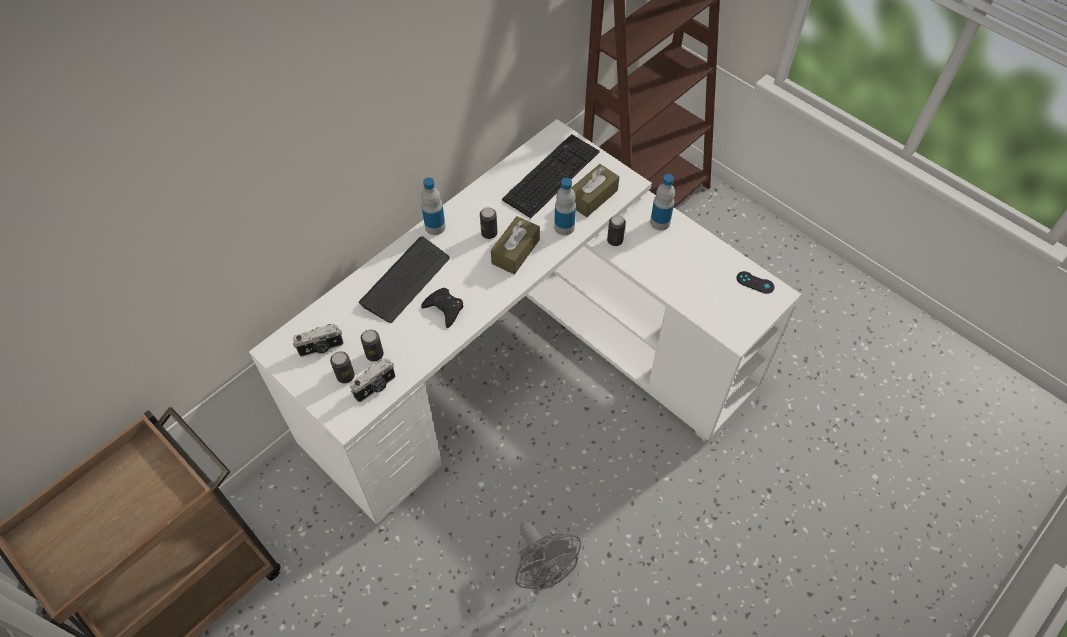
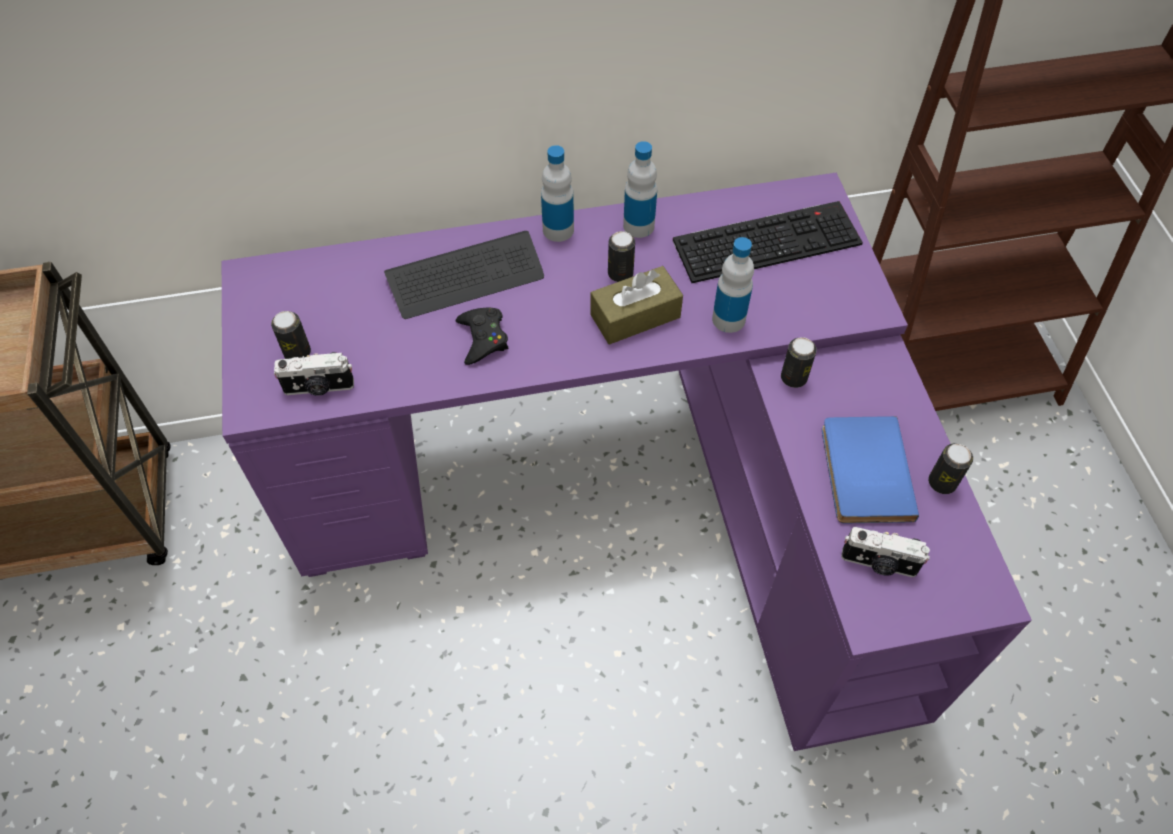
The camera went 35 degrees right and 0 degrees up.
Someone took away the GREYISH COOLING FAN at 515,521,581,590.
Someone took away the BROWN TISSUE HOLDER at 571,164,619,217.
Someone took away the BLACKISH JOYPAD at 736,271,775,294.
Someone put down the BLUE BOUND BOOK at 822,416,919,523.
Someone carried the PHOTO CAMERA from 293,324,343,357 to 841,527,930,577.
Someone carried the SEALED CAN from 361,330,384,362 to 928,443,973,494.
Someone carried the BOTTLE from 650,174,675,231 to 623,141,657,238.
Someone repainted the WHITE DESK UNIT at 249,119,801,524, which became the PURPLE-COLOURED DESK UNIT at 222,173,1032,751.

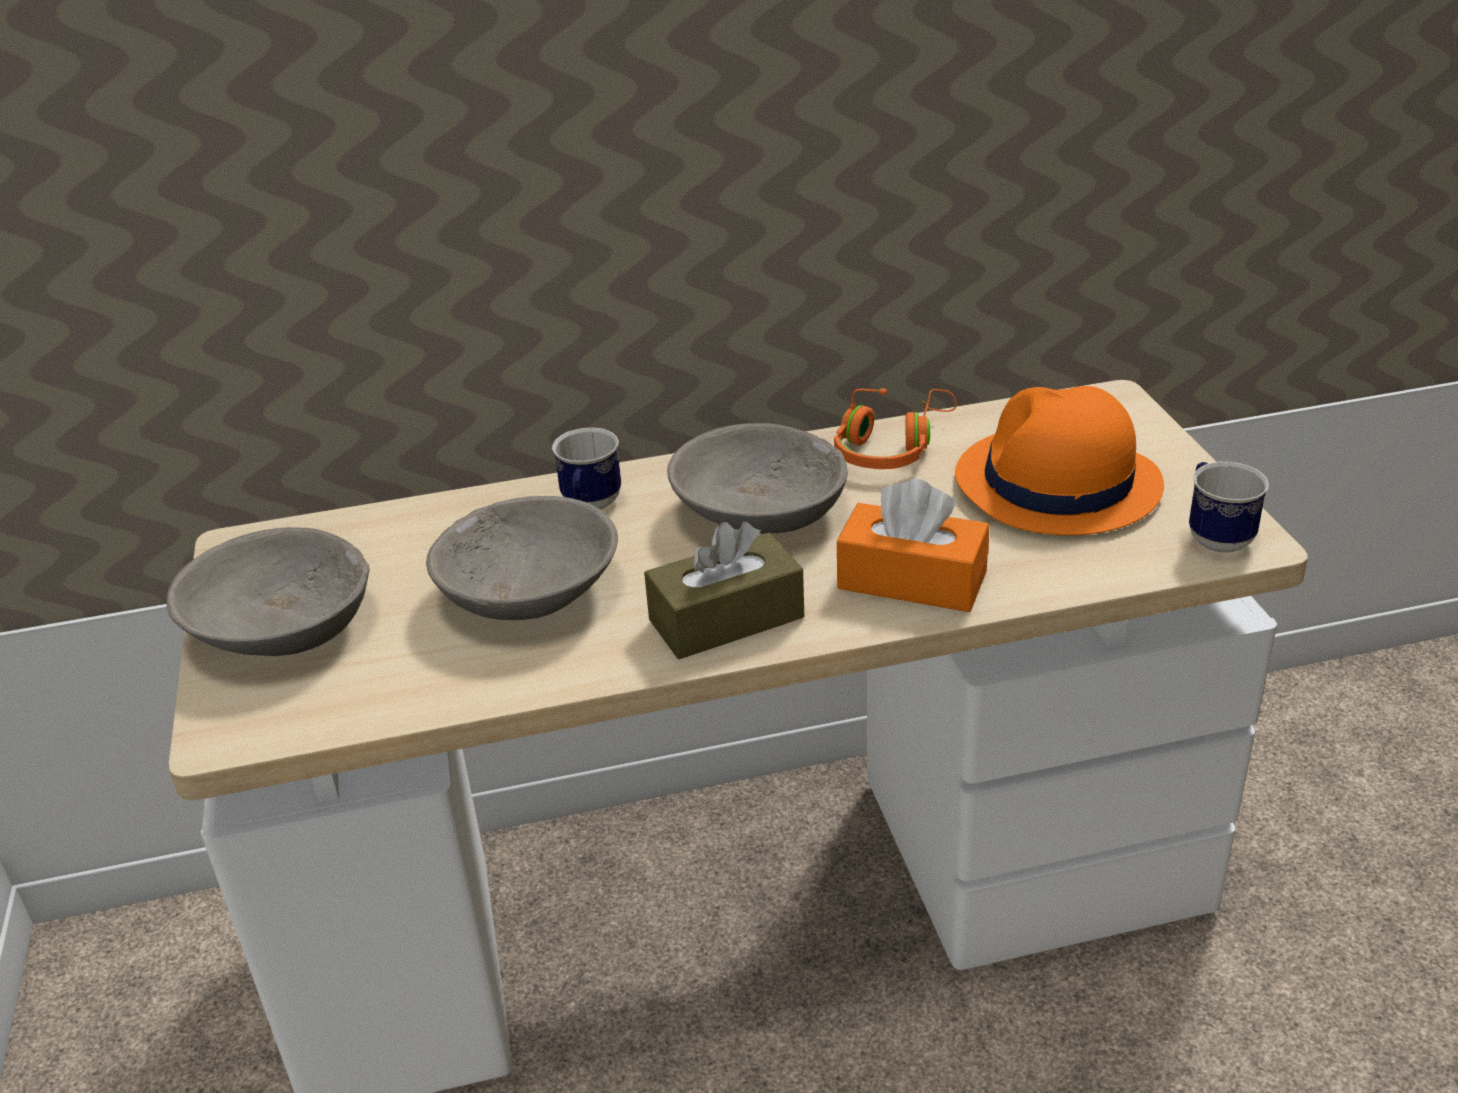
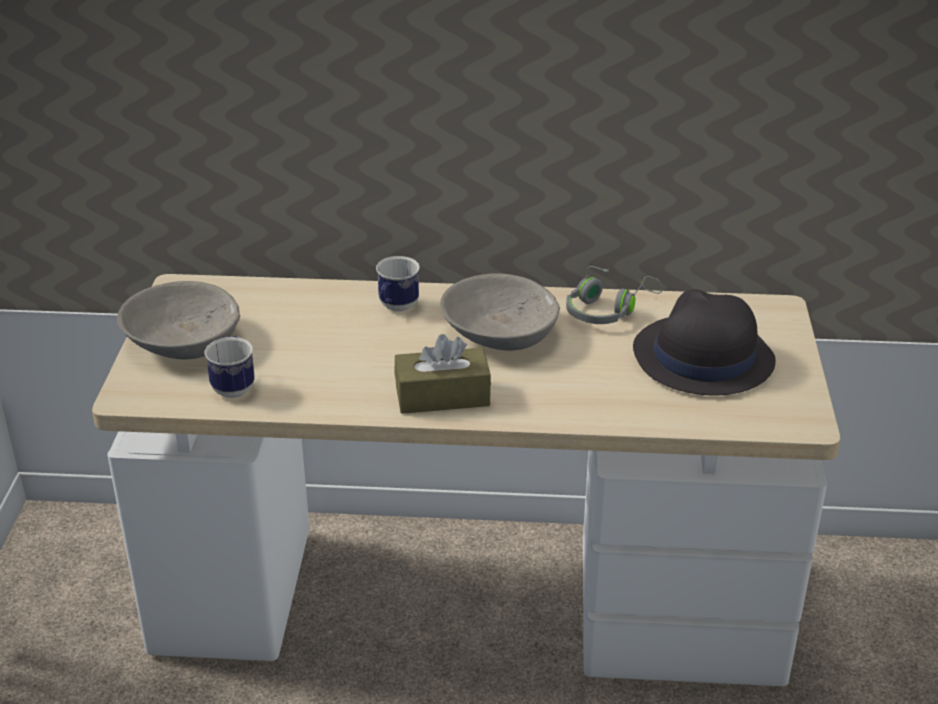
The camera went 15 degrees right and 0 degrees up.
Someone took away the GREYISH BOWL at 426,496,618,620.
Someone took away the ORANGE TISSUE HOLDER at 837,479,989,612.
Someone carried the TEA MUG from 1189,462,1269,553 to 204,336,255,398.
Someone repainted the ORANGE PAIR OF HEADPHONES at 834,388,957,469, which became the GREYISH PAIR OF HEADPHONES at 566,266,662,324.
Someone repainted the ORANGE WEARABLE HAT at 955,386,1164,535, which became the BLACKISH WEARABLE HAT at 633,289,776,396.

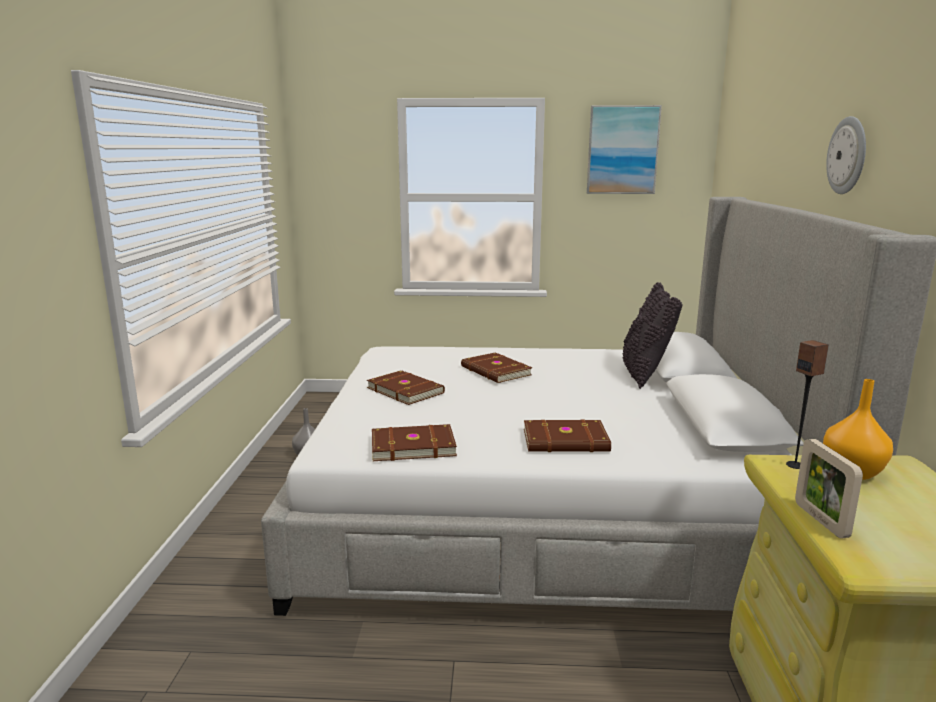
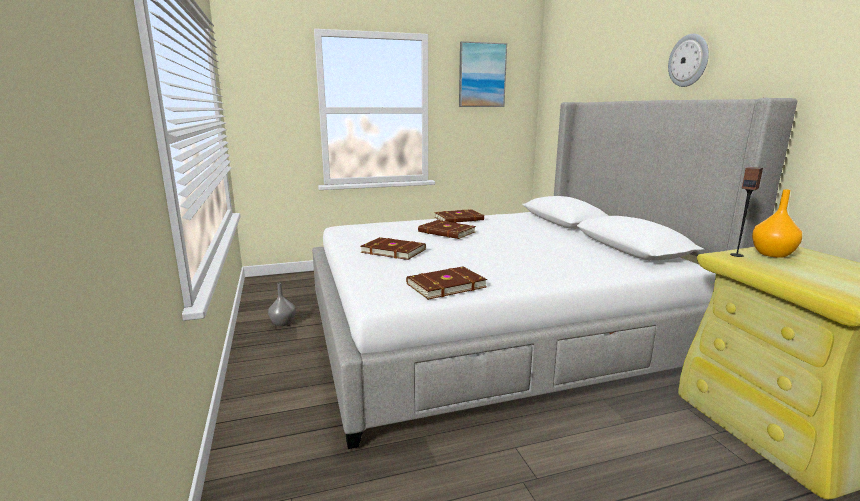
The camera went 20 degrees left and 0 degrees up.
Someone took away the BLACKISH PILLOW at 623,282,683,389.
Someone took away the STANDING FRAME at 795,439,863,538.
Someone carried the BROWN BOUND BOOK from 524,420,611,452 to 435,209,484,223.

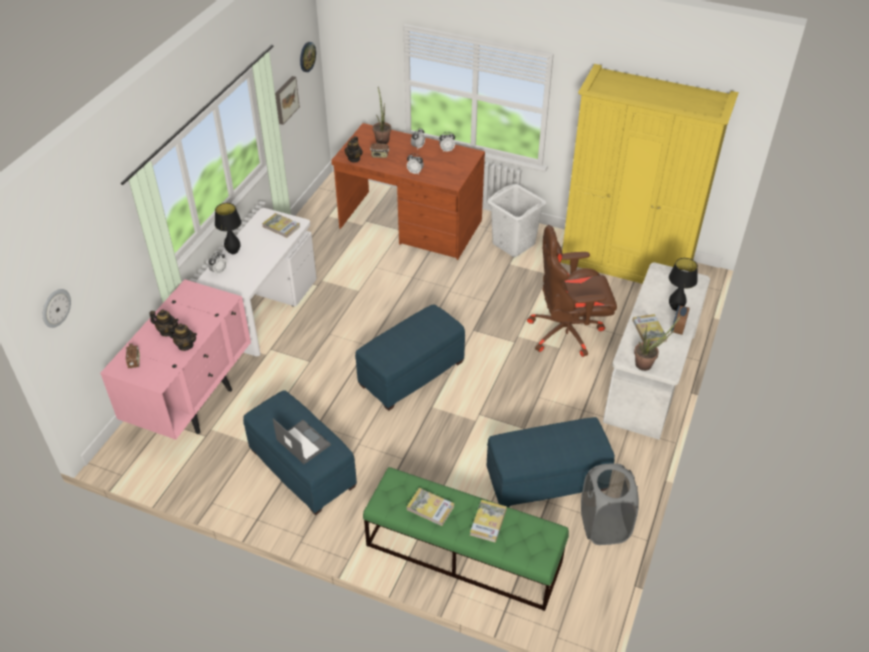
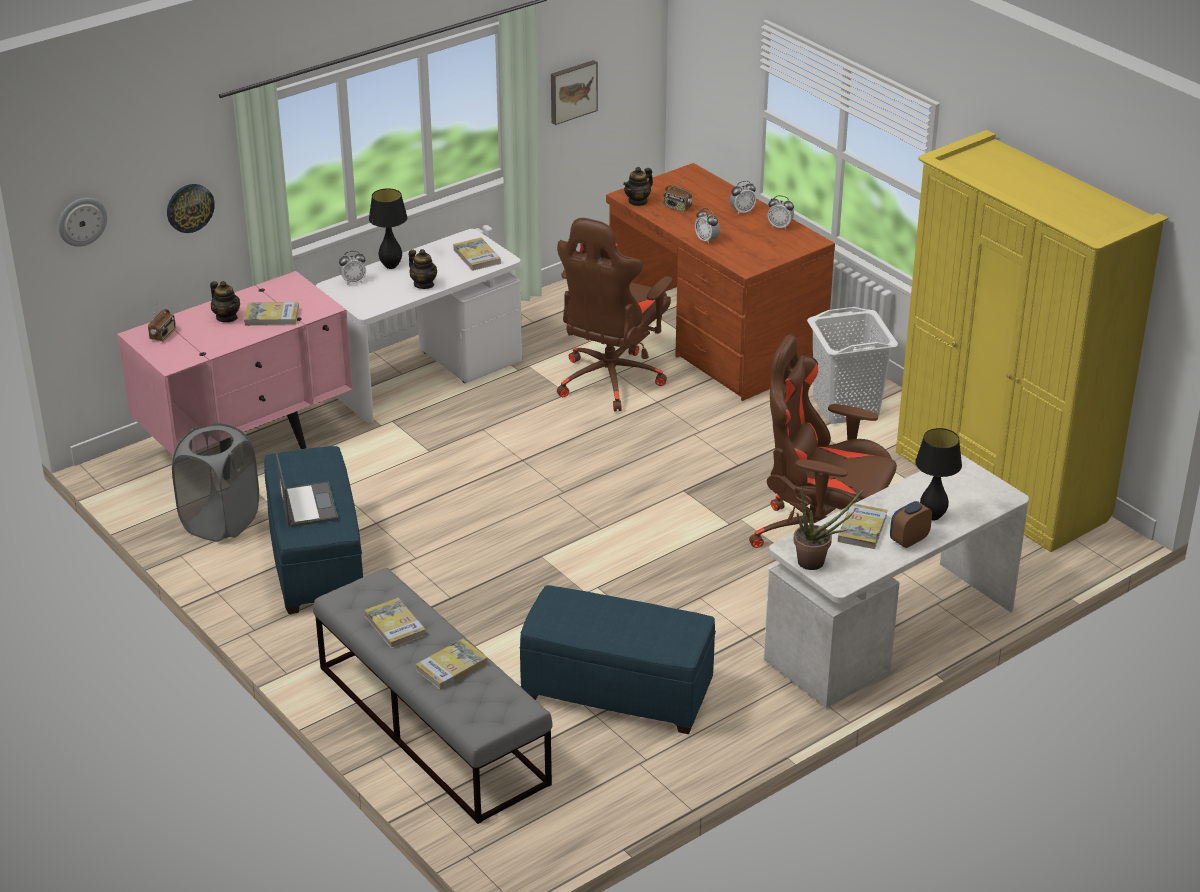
The camera went 30 degrees right and 10 degrees down.
Someone took away the BLUE POUFFE at 355,304,465,411.
Someone took away the HOUSEPLANT at 373,87,391,144.
Someone put down the BOUND BOOK at 244,302,299,326.
Someone put down the BROWN COMPUTER CHAIR at 557,218,673,412.
Someone carried the TEAPOT from 167,323,197,351 to 409,249,437,289.
Someone carried the HANGING CLOCK from 300,42,316,72 to 167,184,215,233.
Someone carried the GREYISH LAUNDRY BASKET from 581,463,639,545 to 172,423,259,542.
Someone repainted the GREENISH LONG SEAT at 363,467,569,611, which became the GREYISH LONG SEAT at 313,568,553,824.

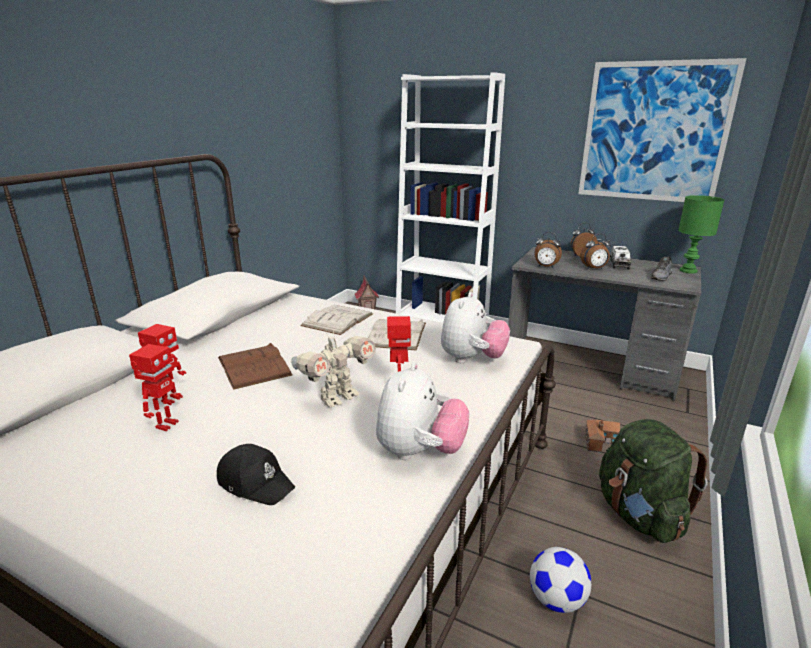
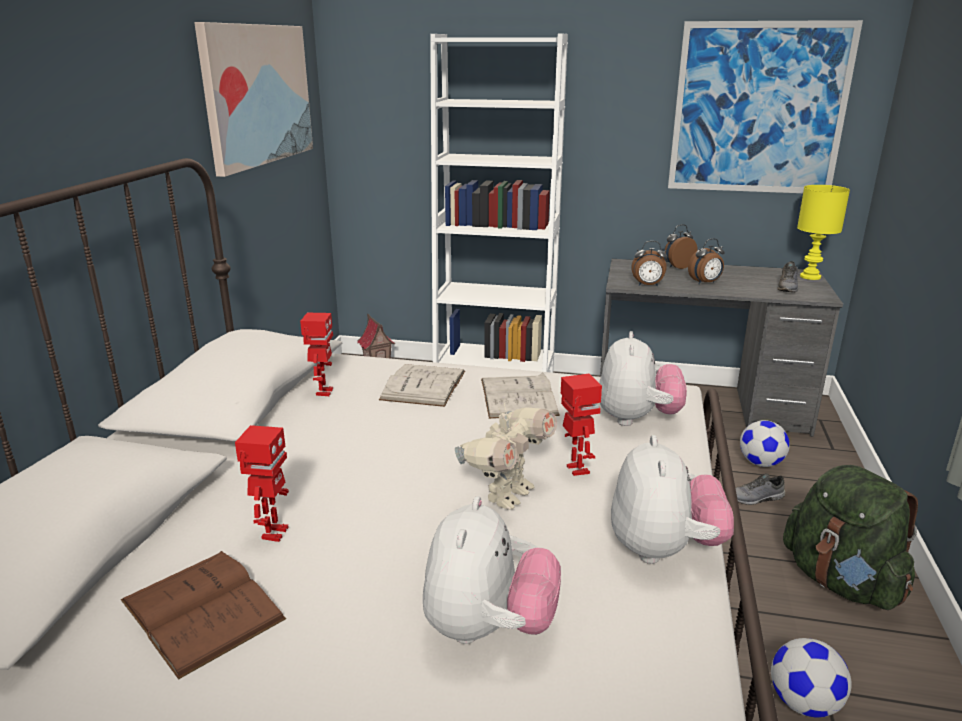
The camera went 15 degrees left and 0 degrees up.
Someone took away the MODEL TRUCK at 610,246,631,270.
Someone put up the PICTURE at 194,22,313,177.
Someone put down the FOOTBALL BALL at 740,420,789,467.
Someone carried the TOY ROBOT from 129,344,181,431 to 300,313,333,396.
Someone carried the BROWN BOUND BOOK from 218,343,293,390 to 121,551,286,680.
Someone swapped the BLACKISH CAP at 217,444,295,505 for the PLUSH TOY at 423,496,561,644.
Someone swapped the TOY HOUSE at 585,420,621,452 for the GREYISH LOW SHOE at 735,473,786,505.
Someone repainted the GREENISH LAMP FOR A TABLE at 678,195,724,274, which became the YELLOW LAMP FOR A TABLE at 797,185,850,280.

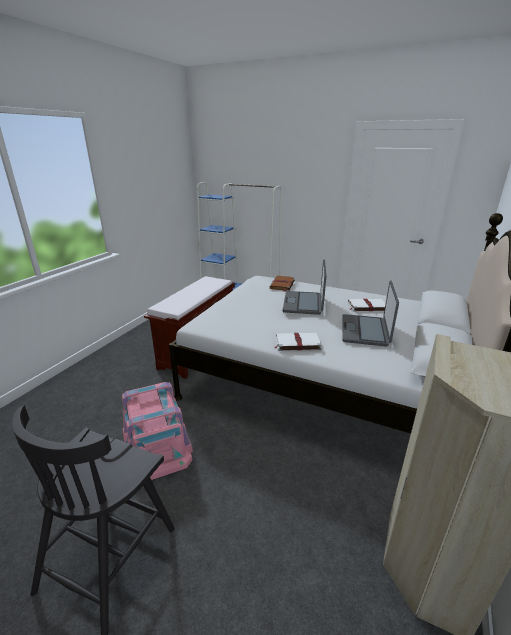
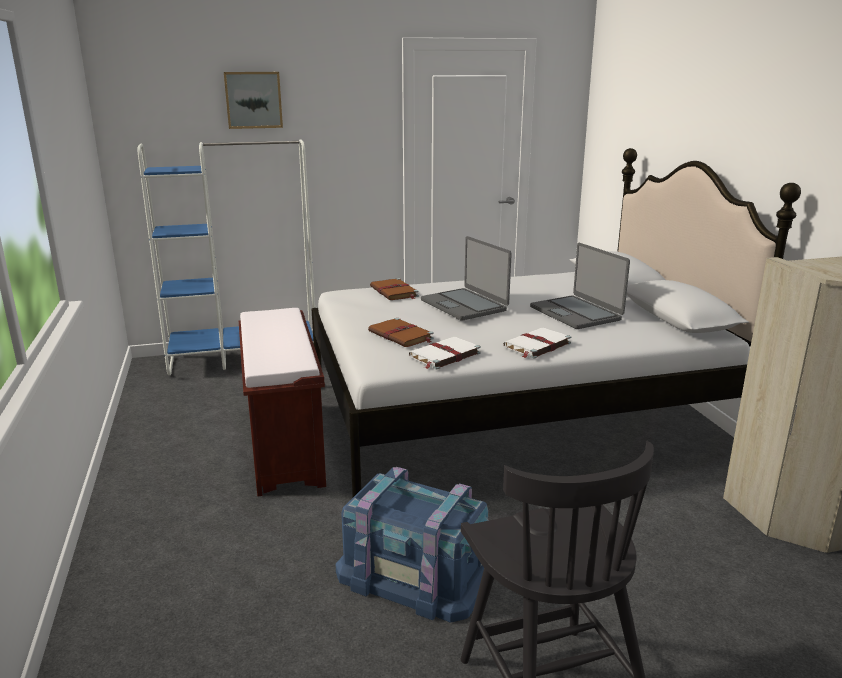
The camera went 40 degrees left and 5 degrees down.
Someone put up the PICTURE at 224,72,283,129.
Someone put down the BROWN BOUND BOOK at 368,318,434,347.
Someone carried the WHITE BOUND BOOK from 348,299,386,312 to 408,337,481,369.
Someone repainted the PINK STORAGE BIN at 122,382,193,480, which became the BLUE STORAGE BIN at 336,467,489,623.

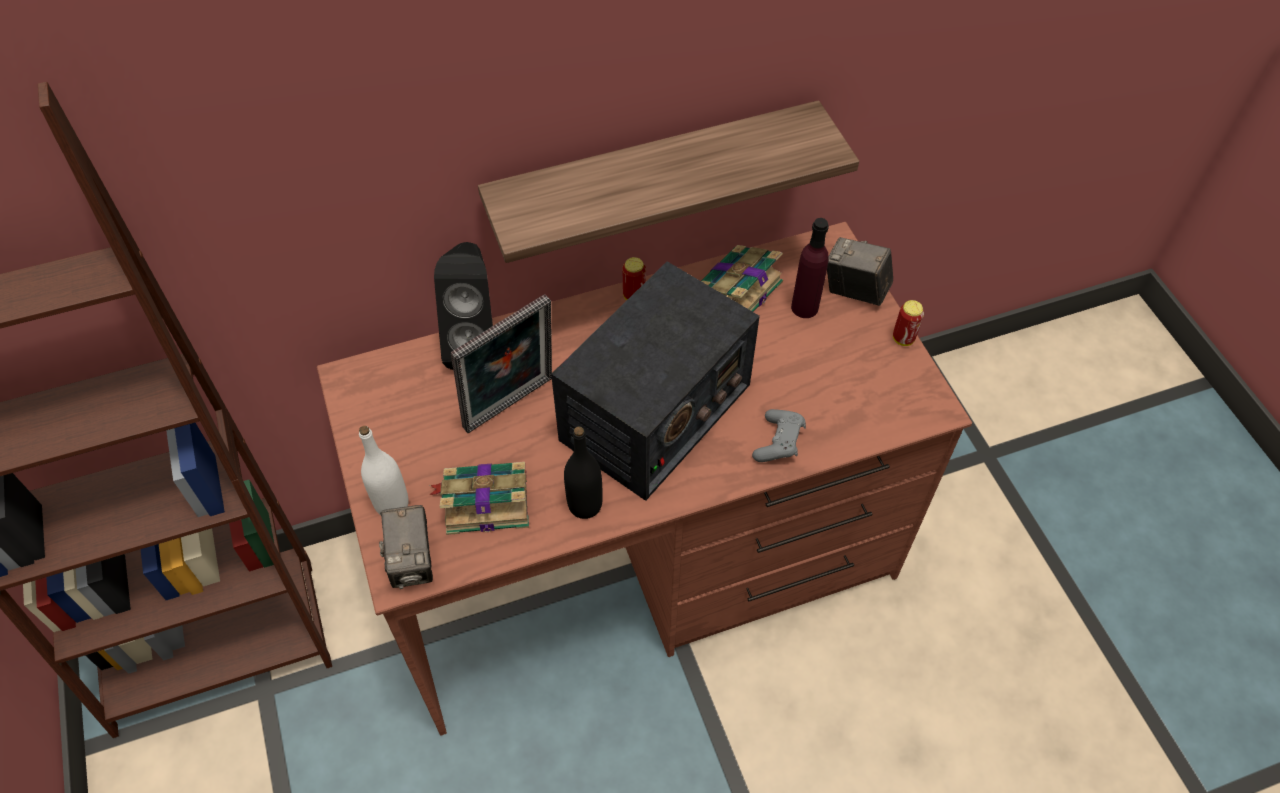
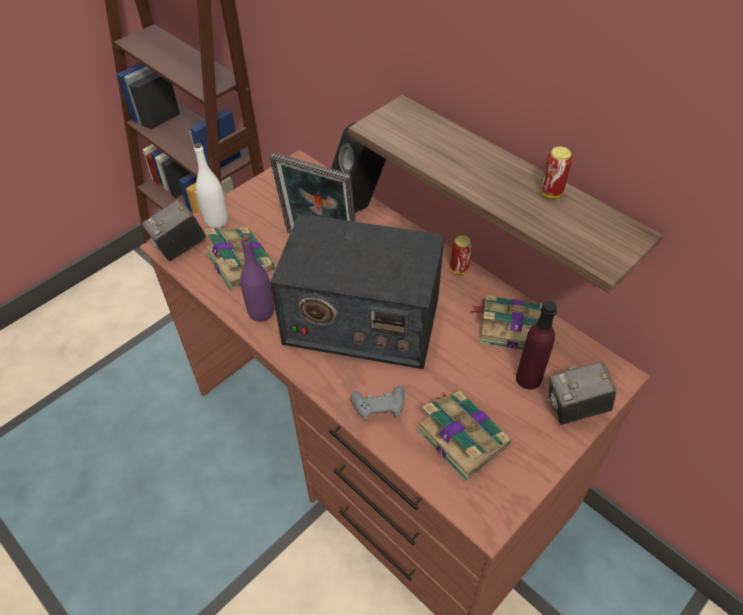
The camera went 65 degrees right and 5 degrees down.
Someone put down the BOUND BOOK at 417,391,511,481.
Someone carried the SEALED CAN from 893,300,924,346 to 541,147,572,198.
Someone repainted the BLACKISH BOTTLE at 564,426,603,519, which became the PURPLE-COLOURED BOTTLE at 240,235,274,322.
Someone rotated the PHOTO CAMERA at 827,237,893,306 by 105 degrees counterclockwise.

